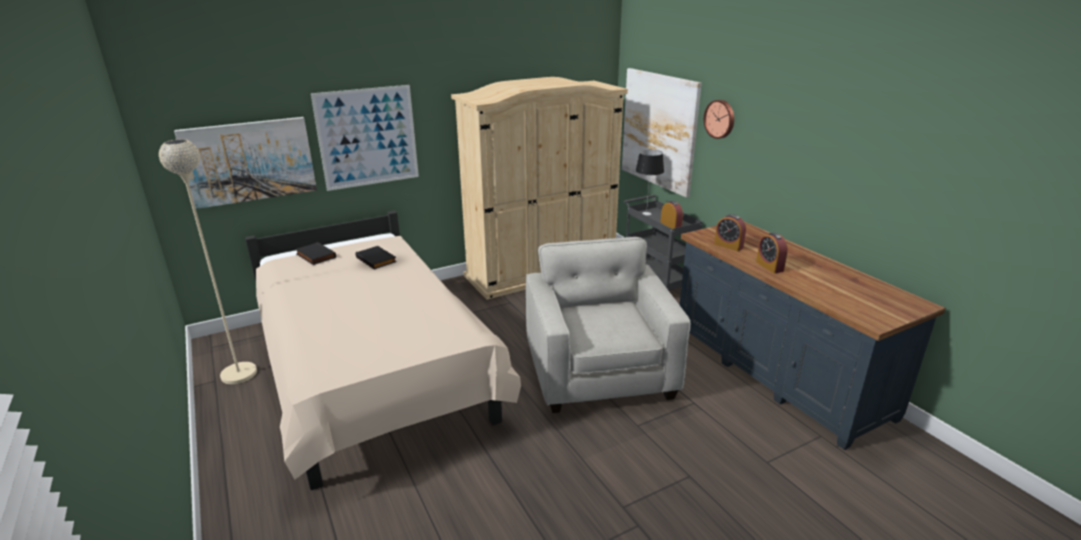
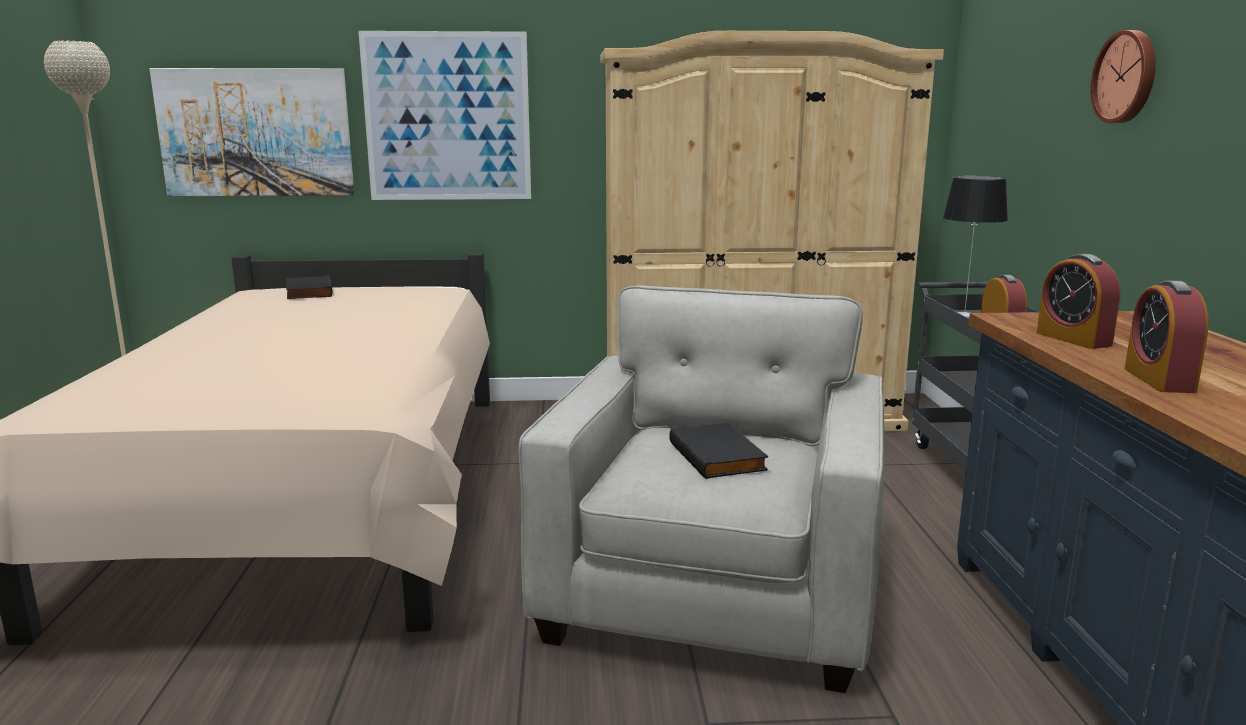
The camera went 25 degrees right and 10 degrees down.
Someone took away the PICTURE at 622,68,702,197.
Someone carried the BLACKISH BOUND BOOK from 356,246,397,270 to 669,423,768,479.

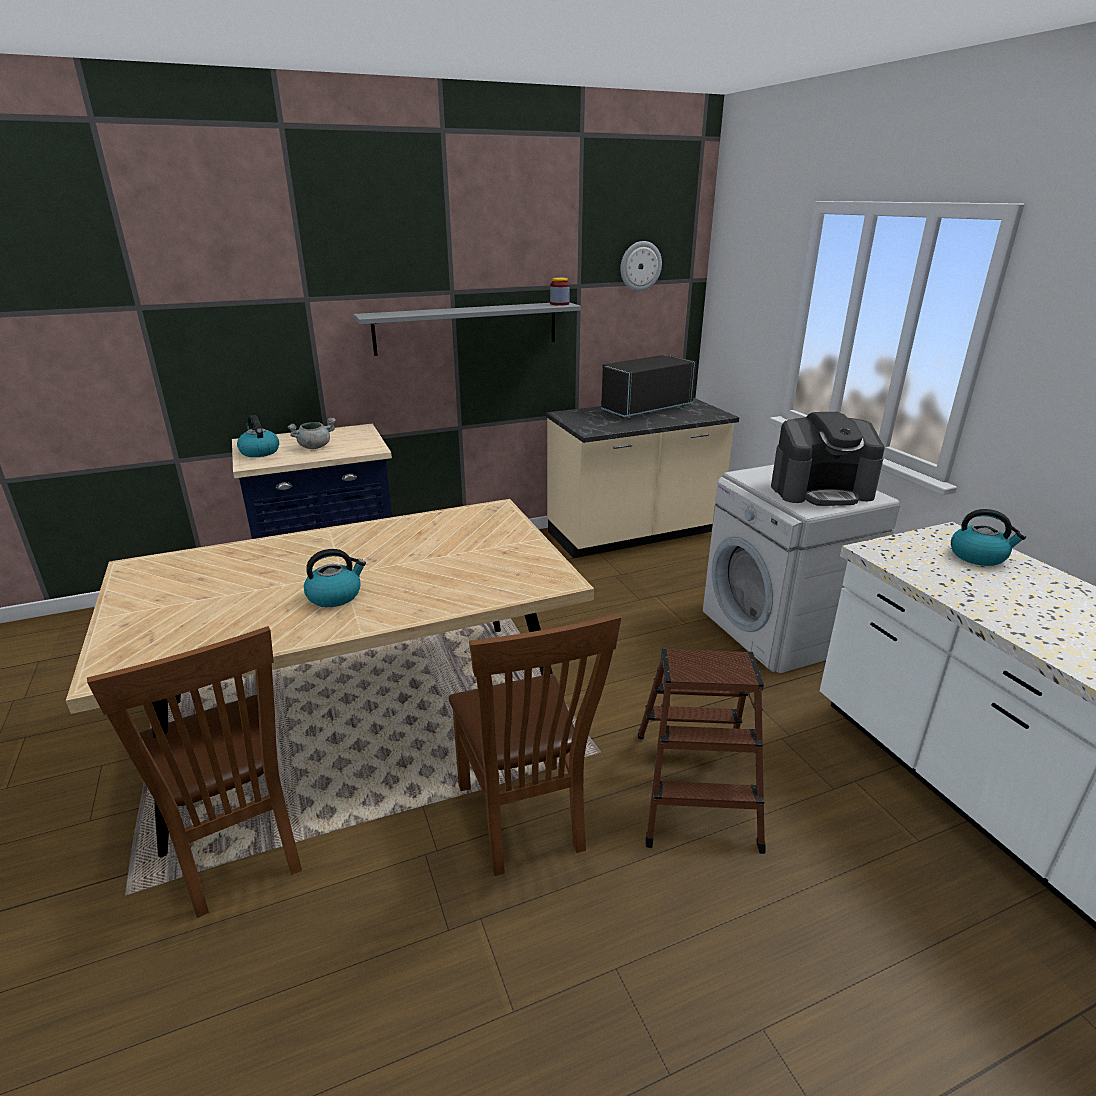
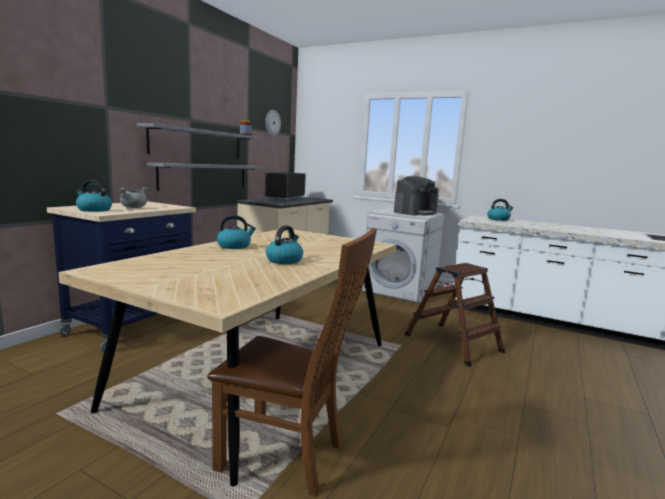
The camera went 40 degrees left and 15 degrees down.
Someone took away the BROWN CHAIR at 448,614,621,876.
Someone put up the GREYISH WALL SHELF at 147,162,263,191.
Someone put down the WATER KETTLE at 217,215,256,249.

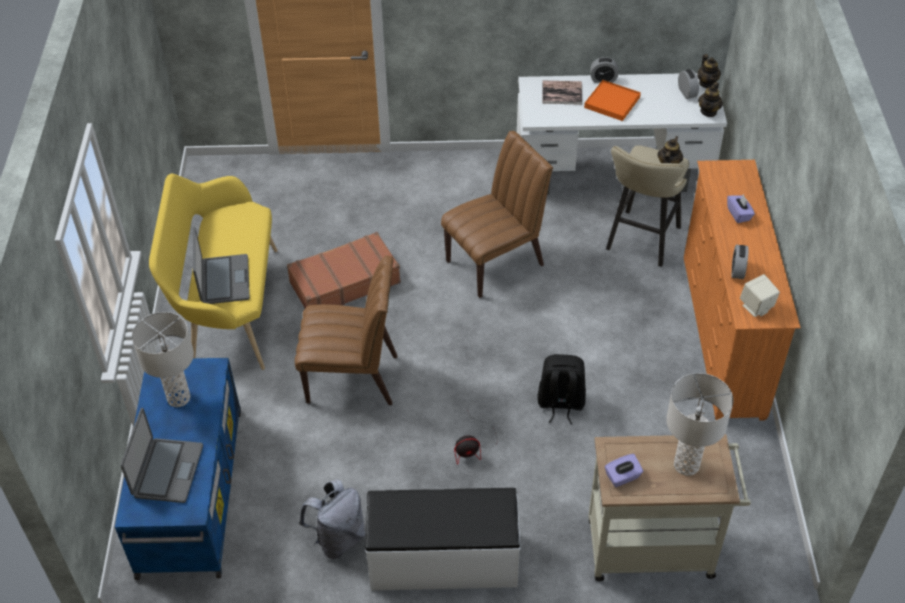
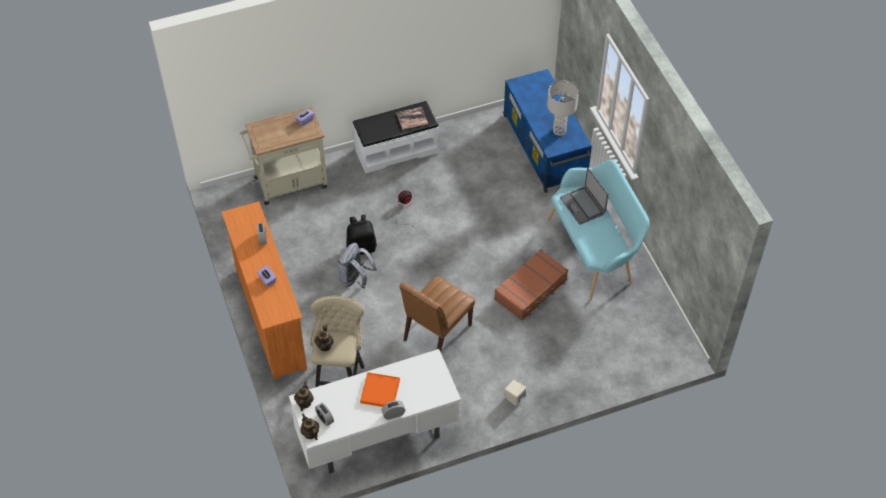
The camera went 160 degrees right and 5 degrees up.
Someone took away the LAPTOP at 120,408,203,503.
Someone took away the BROWN CHAIR at 295,255,397,405.
Someone took away the WHITE LAMP FOR A TABLE at 666,373,733,476.
Someone carried the GREYISH RUCKSACK from 299,479,365,559 to 338,243,377,288.
Someone carried the BOUND BOOK from 542,81,582,105 to 396,107,428,130.
Someone carried the SAND-COLOURED LOUDSPEAKER from 740,274,780,317 to 505,380,526,406.
Someone repainted the YELLOW LONG SEAT at 149,174,278,370, which became the BLUE-GREEN LONG SEAT at 547,159,649,301.

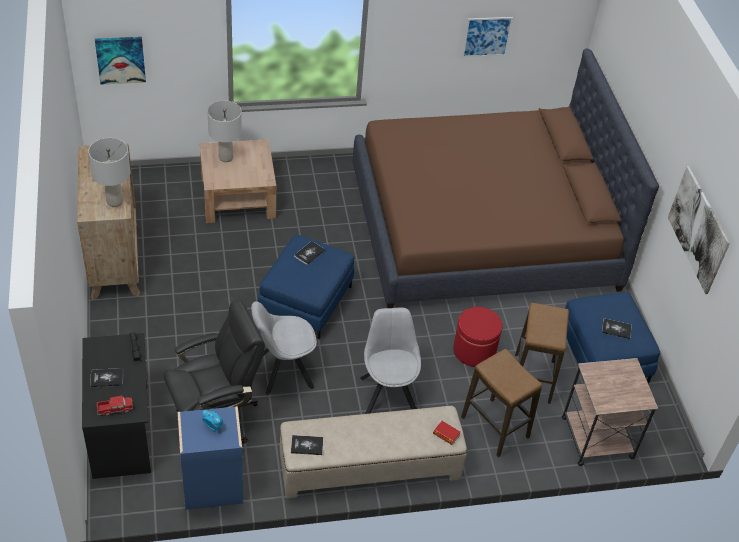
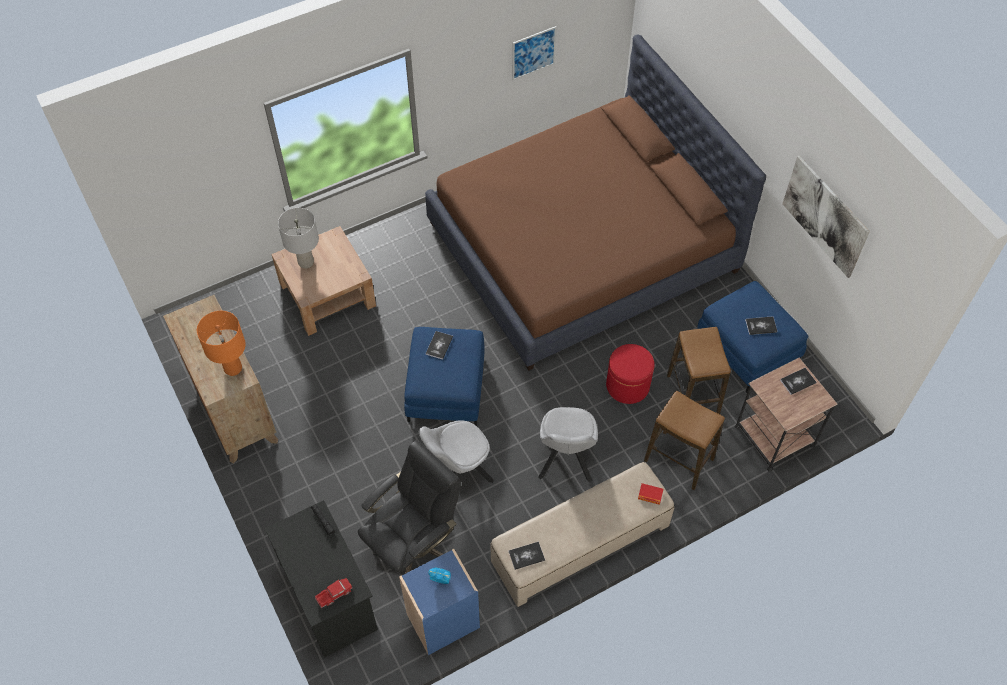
The camera went 15 degrees left and 10 degrees up.
Someone took away the PICTURE at 95,37,146,84.
Someone carried the BOUND BOOK from 90,368,123,388 to 780,368,817,395.
Someone repainted the GREYISH LAMP FOR A TABLE at 88,138,130,207, which became the ORANGE LAMP FOR A TABLE at 197,311,246,376.
Someone rotated the GREYISH CHAIR at 360,308,421,414 by 150 degrees counterclockwise.

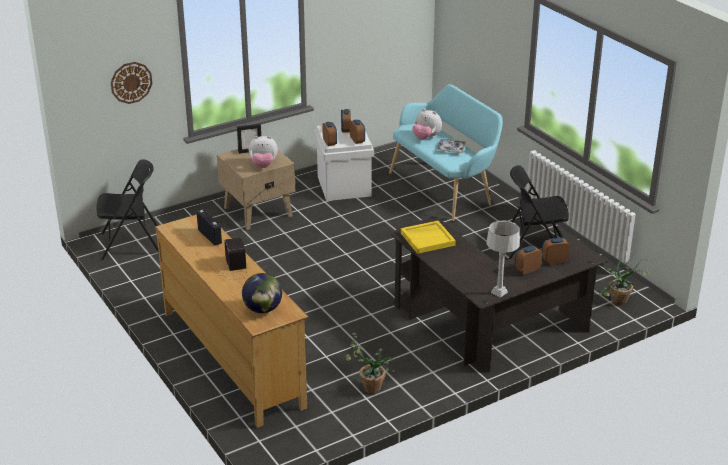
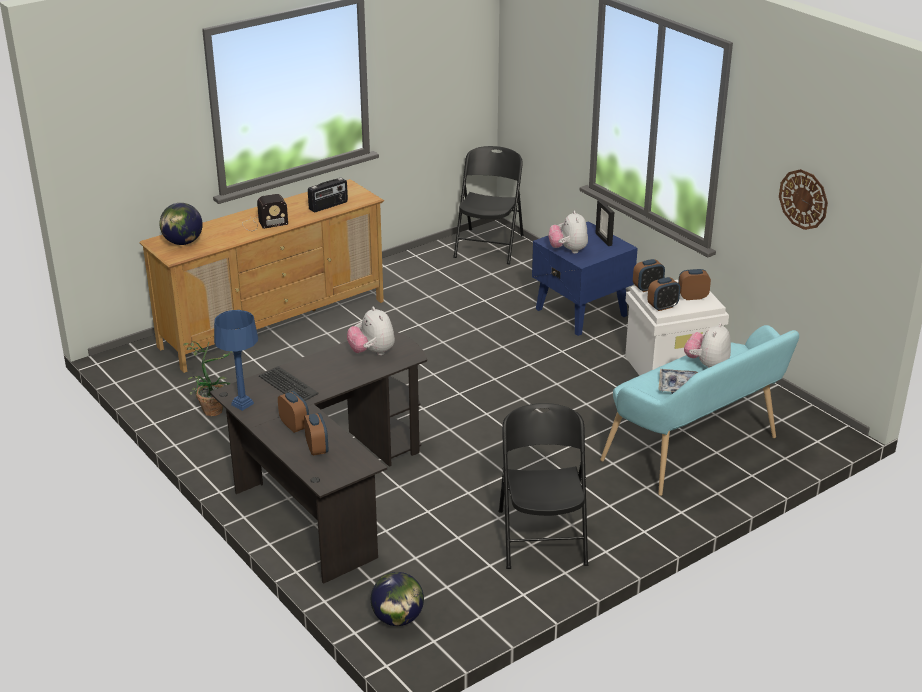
The camera went 85 degrees right and 0 degrees up.
Someone put down the KEYBOARD at 259,366,319,401.
Someone carried the HANGING CLOCK from 111,62,152,104 to 779,169,828,230.
Someone swapped the YELLOW CARRYING TRAY at 401,221,456,254 for the PLUSH TOY at 347,307,395,355.
Someone swapped the HOUSEPLANT at 599,259,651,305 for the GLOBE at 371,572,424,626.
Someone repainted the SAND-COLOURED NIGHT TABLE at 217,149,295,230, which became the BLUE NIGHT TABLE at 532,221,638,336.
Someone repainted the GREYISH LAMP FOR A TABLE at 486,221,520,298, which became the BLUE LAMP FOR A TABLE at 214,310,258,411.
Someone rotated the BLACKISH CHAIR at 96,159,159,260 by 150 degrees counterclockwise.

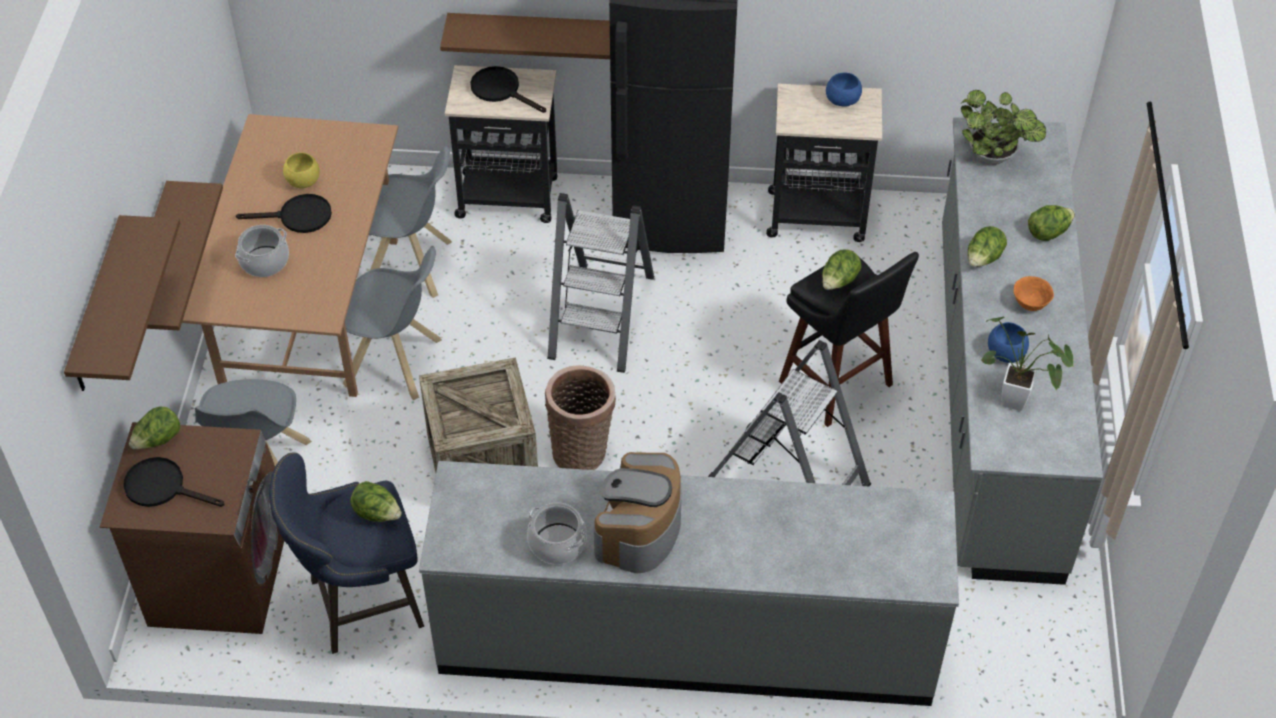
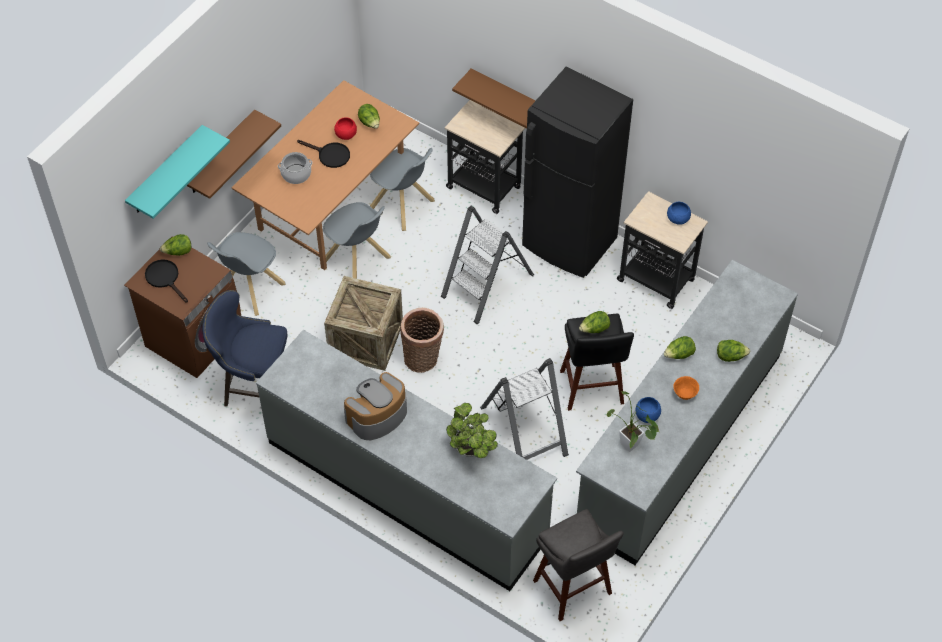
The camera went 30 degrees right and 5 degrees up.
Someone took away the BLACKISH SKILLET at 470,66,546,113.
Someone took away the SAUCEPOT at 527,502,587,564.
Someone put down the GREYISH STOOL at 533,509,624,621.
Someone carried the LETTUCE HEAD from 350,481,402,522 to 358,104,380,129.
Someone carried the HOUSEPLANT from 961,90,1046,165 to 446,403,498,458.
Someone repainted the BROWN WALL SHELF at 64,215,180,391, which became the BLUE-GREEN WALL SHELF at 125,125,230,219.
Someone repainted the YELLOW BOWL at 283,152,320,188, which became the RED-COLOURED BOWL at 334,117,357,140.

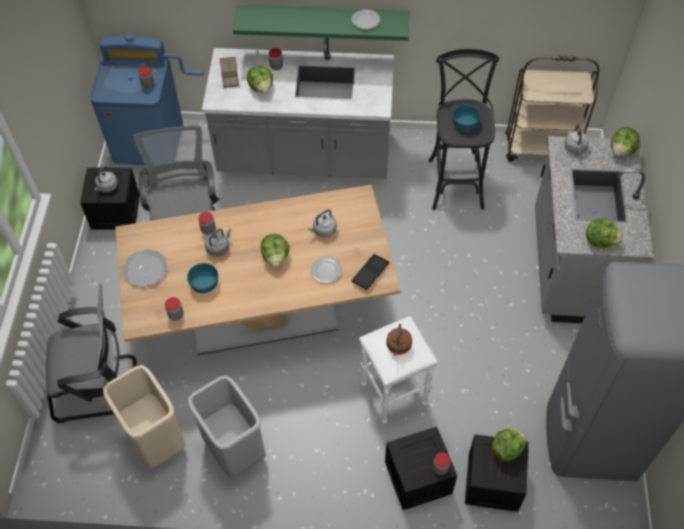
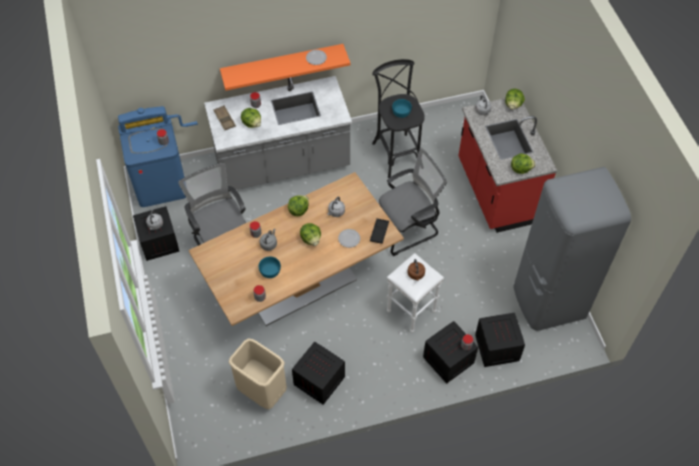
The camera went 20 degrees left and 0 degrees up.
Someone took away the FLAT DISH at 122,249,168,287.
Someone took away the SAND-COLOURED CART at 505,55,599,162.
Someone carried the CHAIR from 46,284,137,423 to 379,148,447,256.
Someone carried the LETTUCE HEAD from 492,429,527,461 to 288,195,309,216.
Someone swapped the GREYISH WASTE BIN at 188,375,266,478 for the PACKING CRATE at 292,342,345,405.
Someone repainted the GREENISH WALL SHELF at 233,5,410,41, which became the ORANGE WALL SHELF at 220,44,350,91.
Someone repainted the GREYISH KITCHEN COUNTER at 535,136,654,323, which became the RED-COLOURED KITCHEN COUNTER at 459,98,557,233.

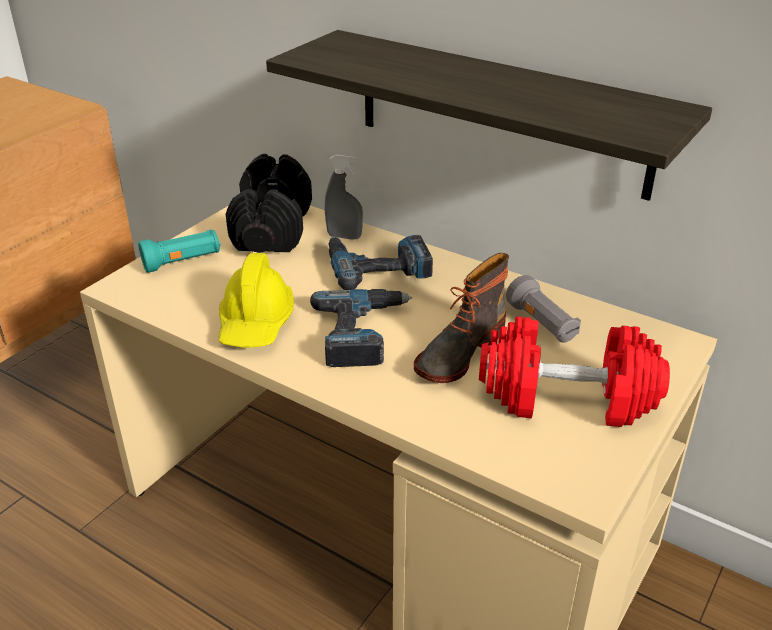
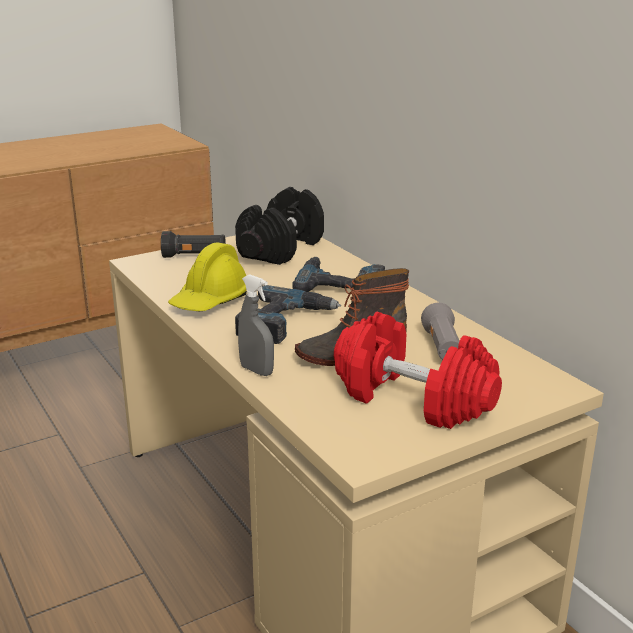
The camera went 25 degrees right and 10 degrees down.
Someone took away the WALL SHELF at 266,30,712,201.
Someone carried the GREYISH SPRAY BOTTLE from 325,154,363,240 to 238,274,274,376.
Someone repainted the BLUE-GREEN HAND TORCH at 138,229,221,273, which became the BLACKISH HAND TORCH at 161,231,226,258.

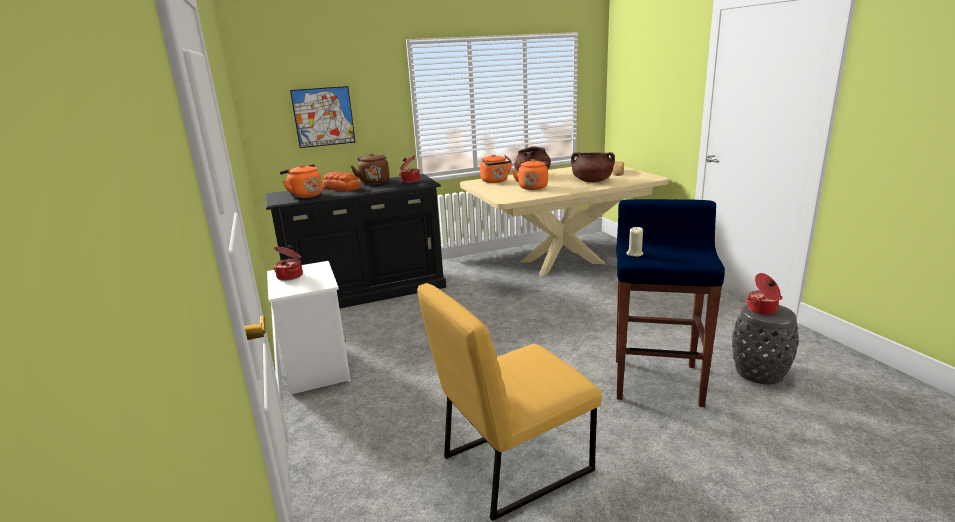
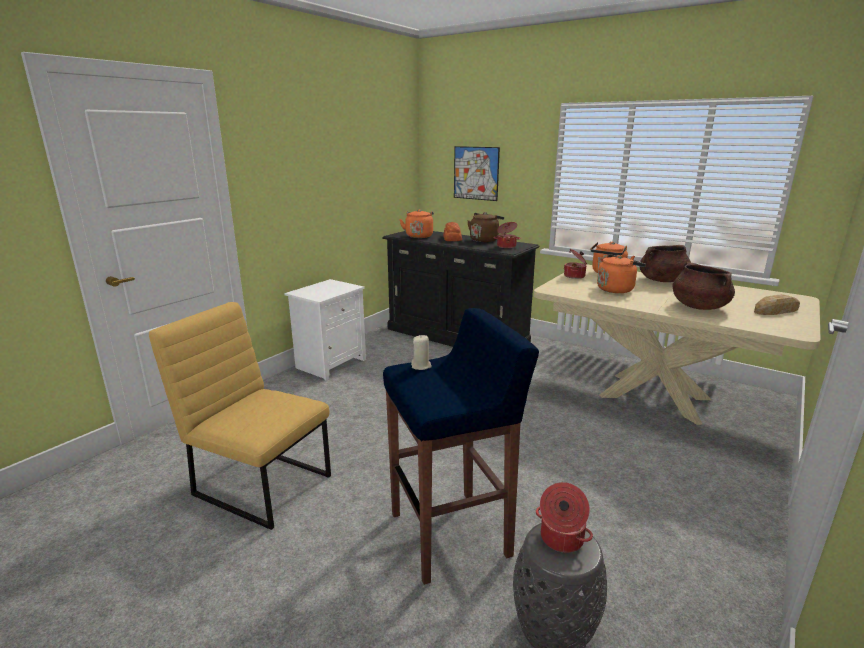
The camera went 55 degrees right and 0 degrees up.
Someone carried the SAUCEPOT from 274,245,303,281 to 564,249,587,279.

